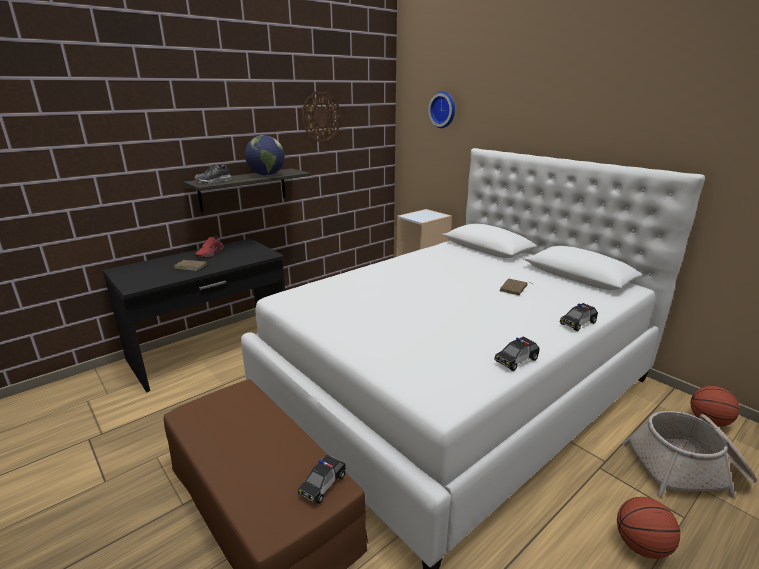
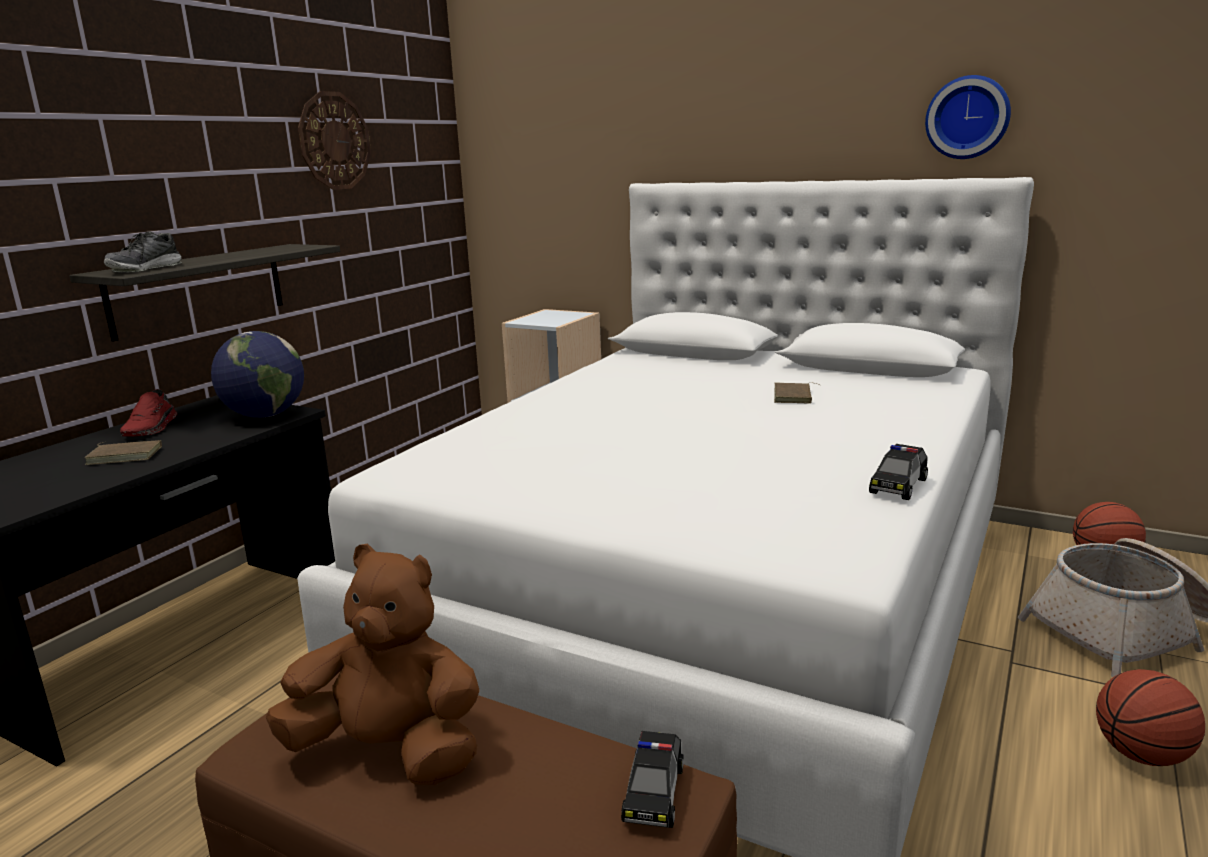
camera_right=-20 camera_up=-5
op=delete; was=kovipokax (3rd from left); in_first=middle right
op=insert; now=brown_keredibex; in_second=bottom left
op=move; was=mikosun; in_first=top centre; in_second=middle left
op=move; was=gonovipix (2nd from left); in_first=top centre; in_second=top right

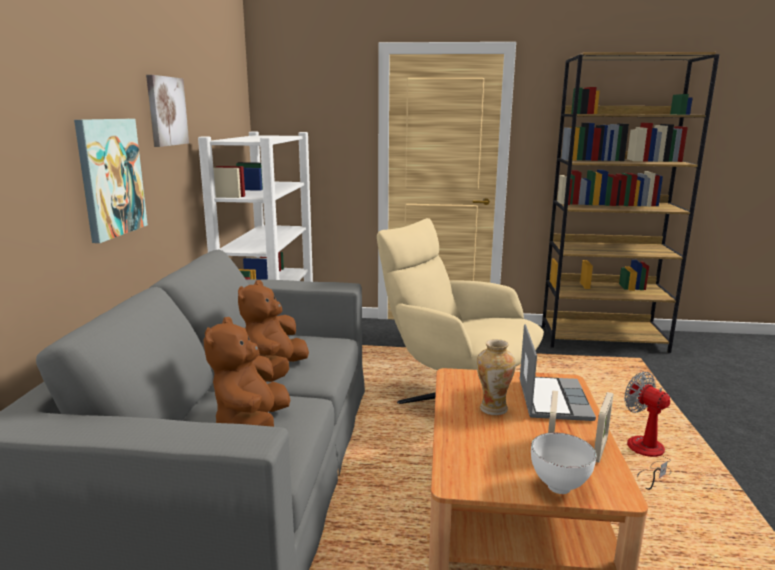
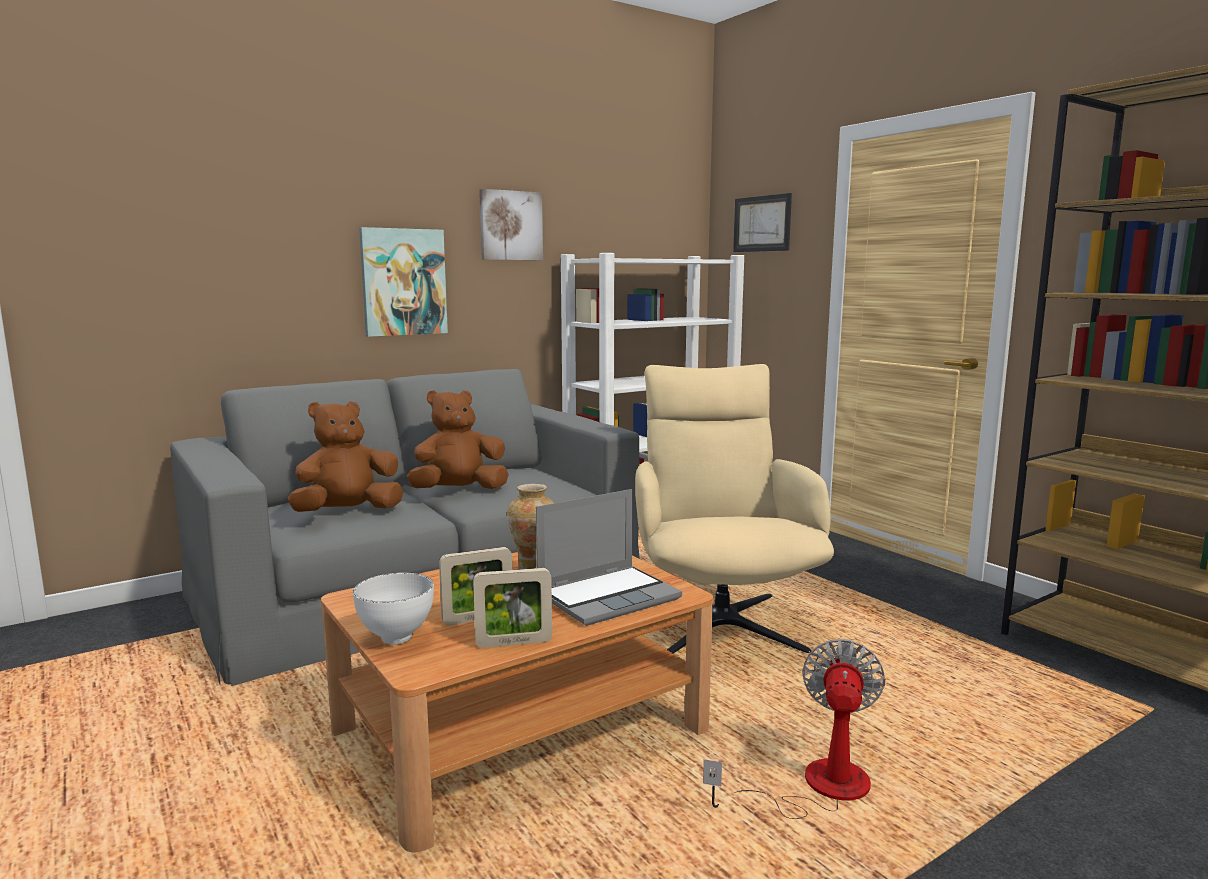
camera_right=50 camera_up=-5
op=insert; now=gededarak (3rd from left); in_second=top centre

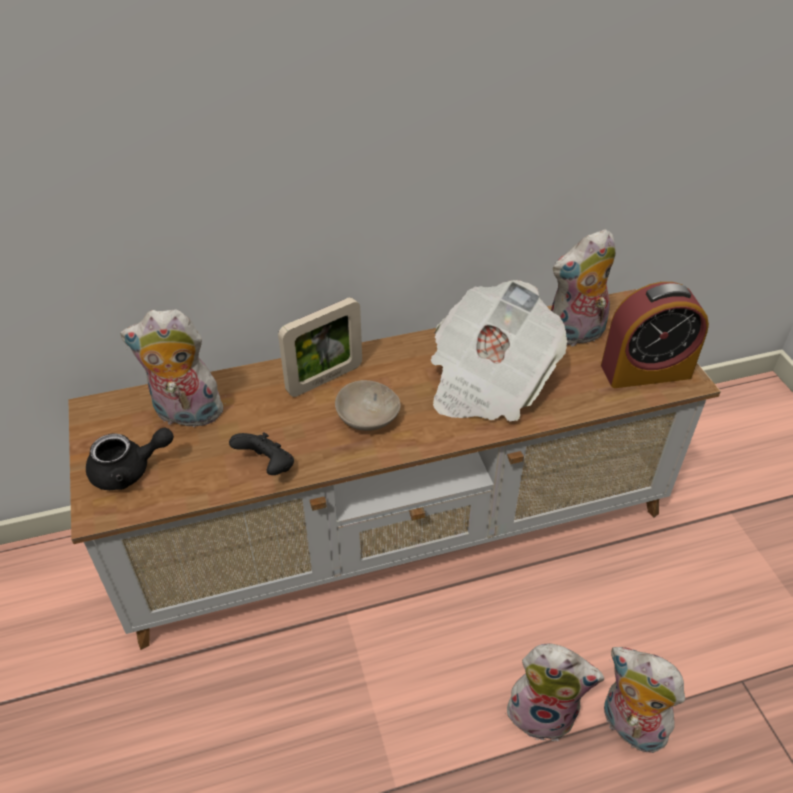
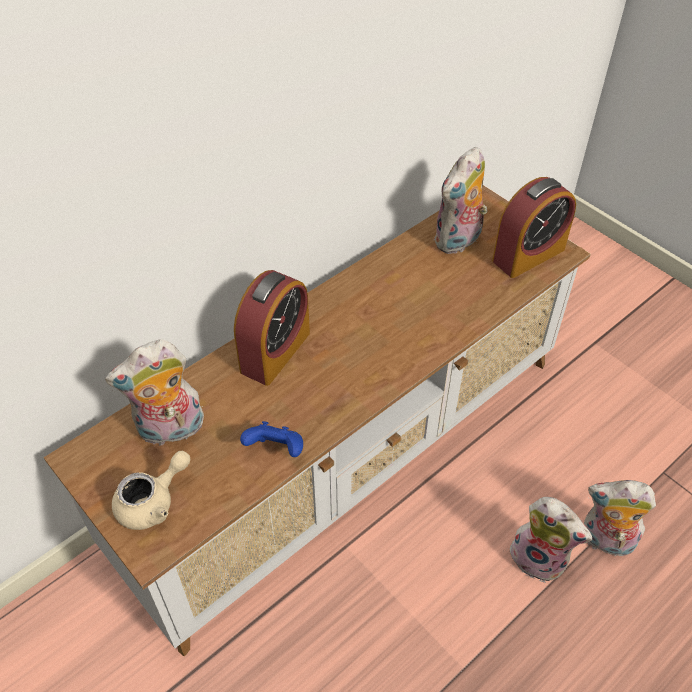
camera_right=-25 camera_up=5
op=delete; was=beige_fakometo; in_first=centre
op=delete; was=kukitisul; in_first=centre
op=replace; was=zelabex; now=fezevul (1st from left); in_first=centre; in_second=centre
op=recolor; was=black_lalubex; now=beige_lalubex; in_first=middle left; in_second=bottom left
op=recolor; was=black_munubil; now=blue_munubil; in_first=middle left; in_second=centre
op=rotate; was=keredibex (2nd from left in the first image); in_first=bottom right; in_second=bottom right; clockwise=45

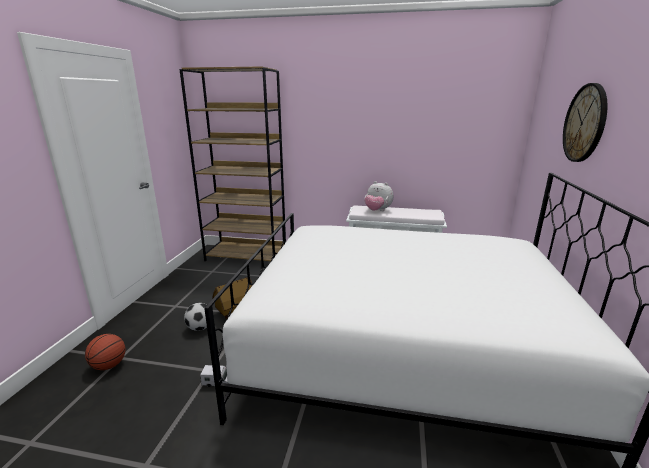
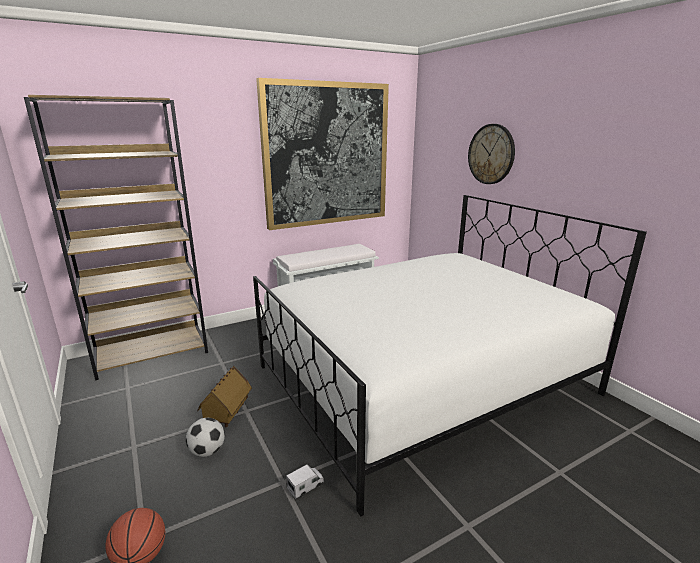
camera_right=-40 camera_up=0
op=delete; was=keredibex; in_first=centre
op=insert; now=gededarak; in_second=top centre

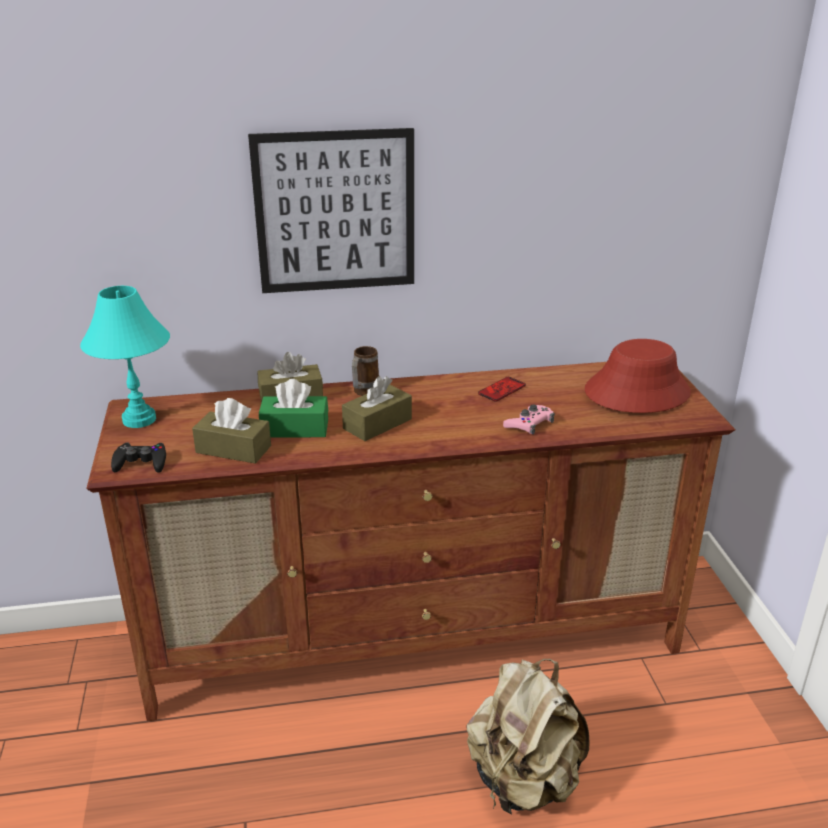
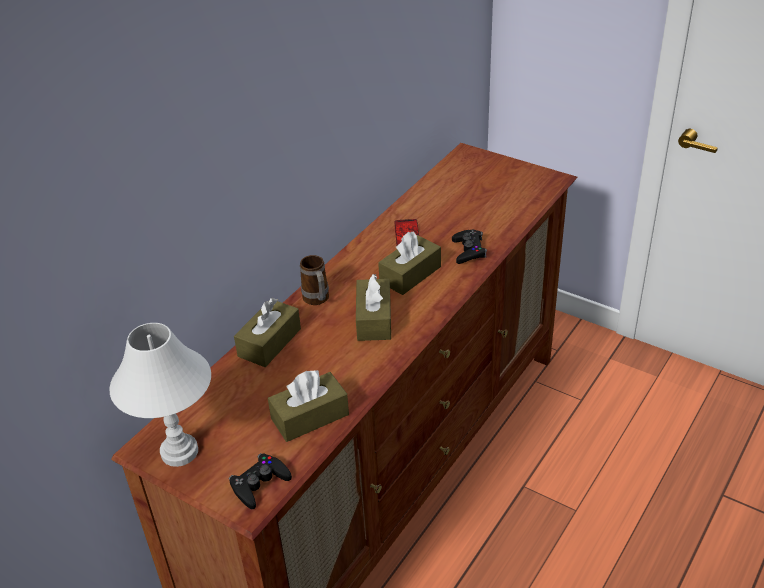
camera_right=-45 camera_up=10
op=delete; was=gededarak; in_first=top centre
op=delete; was=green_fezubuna; in_first=centre
op=delete; was=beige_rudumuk; in_first=bottom centre
op=delete; was=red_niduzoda; in_first=middle right
op=insert; now=brown_fezubuna (4th from left); in_second=centre
op=recolor; was=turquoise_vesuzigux; now=white_vesuzigux; in_first=middle left; in_second=bottom left
op=recolor; was=pink_munubil; now=black_munubil (2nd from left); in_first=centre; in_second=centre

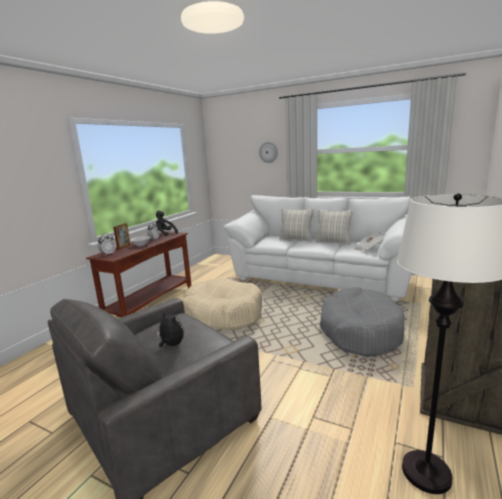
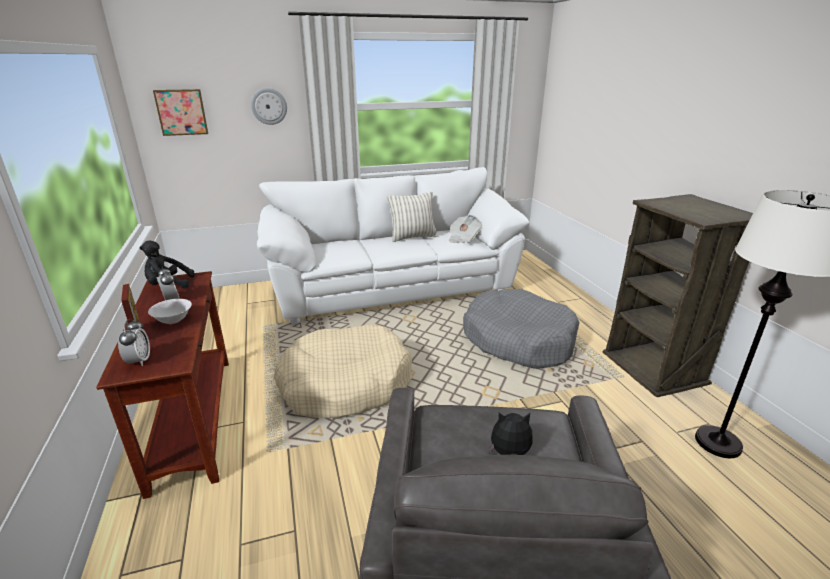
camera_right=-45 camera_up=10
op=delete; was=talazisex (1st from left); in_first=centre
op=insert; now=gededarak; in_second=top left

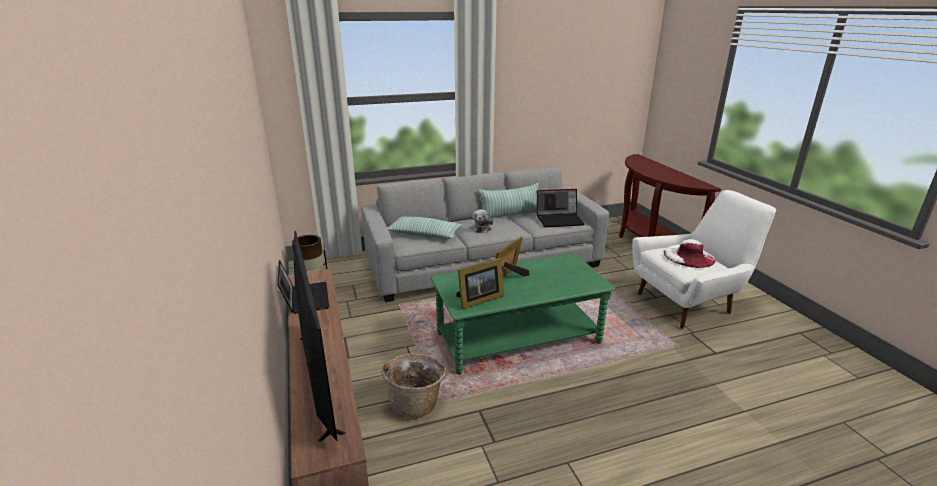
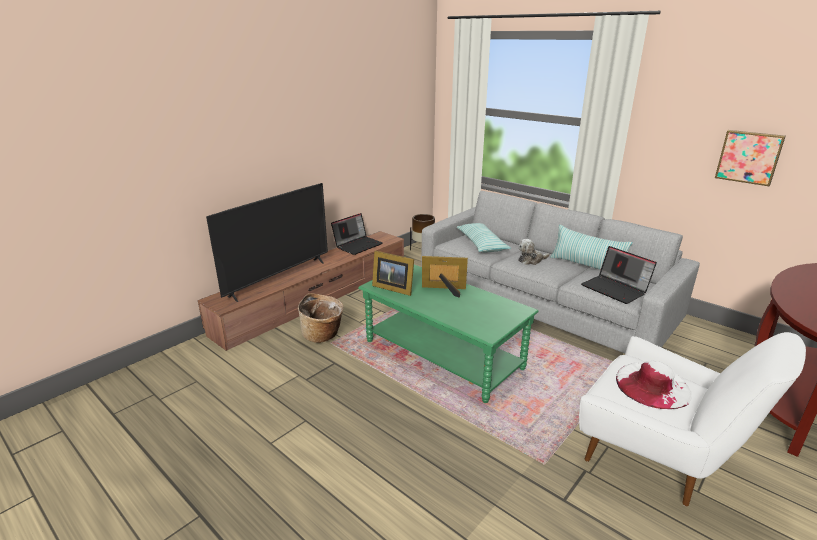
camera_right=60 camera_up=0
op=insert; now=gededarak; in_second=top right

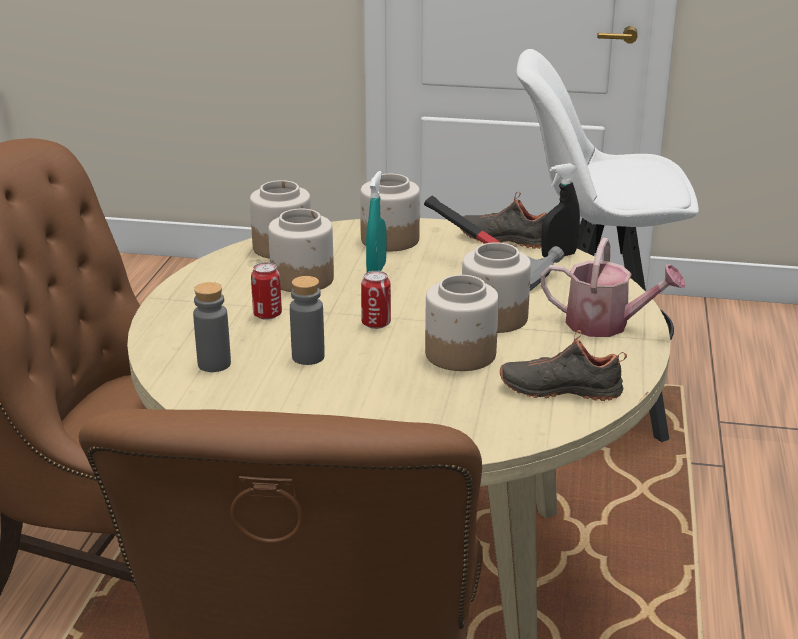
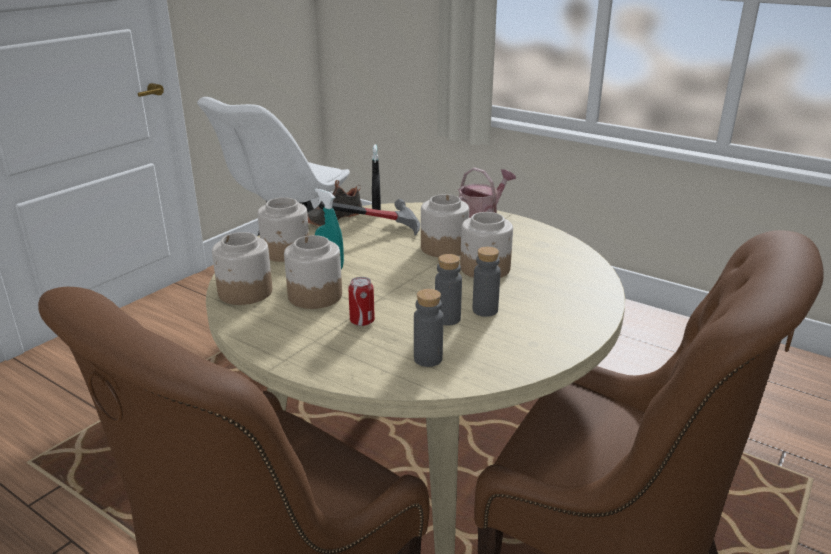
camera_right=-65 camera_up=0
op=delete; was=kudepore (2nd from left); in_first=centre
op=delete; was=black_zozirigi (2nd from left); in_first=middle right
op=insert; now=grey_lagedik (3rd from left); in_second=centre

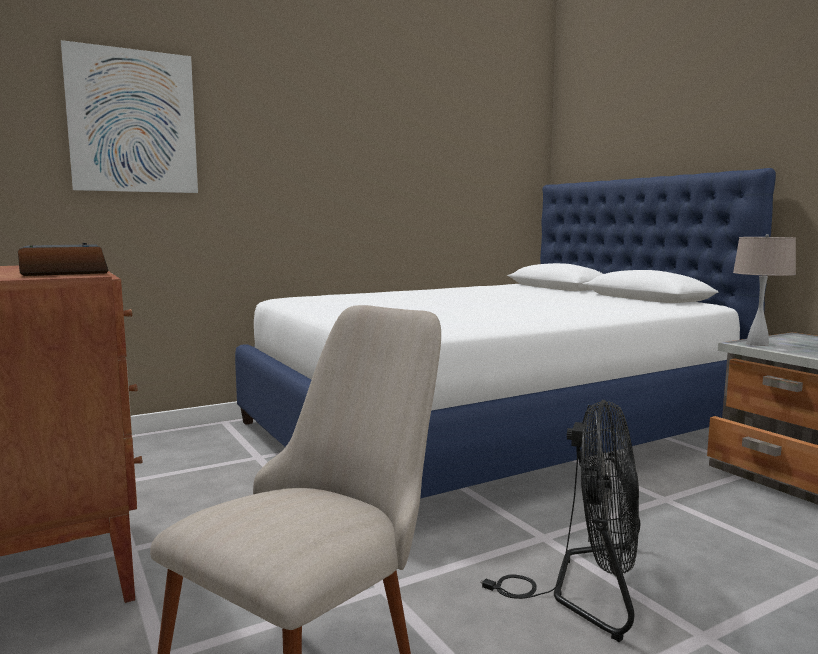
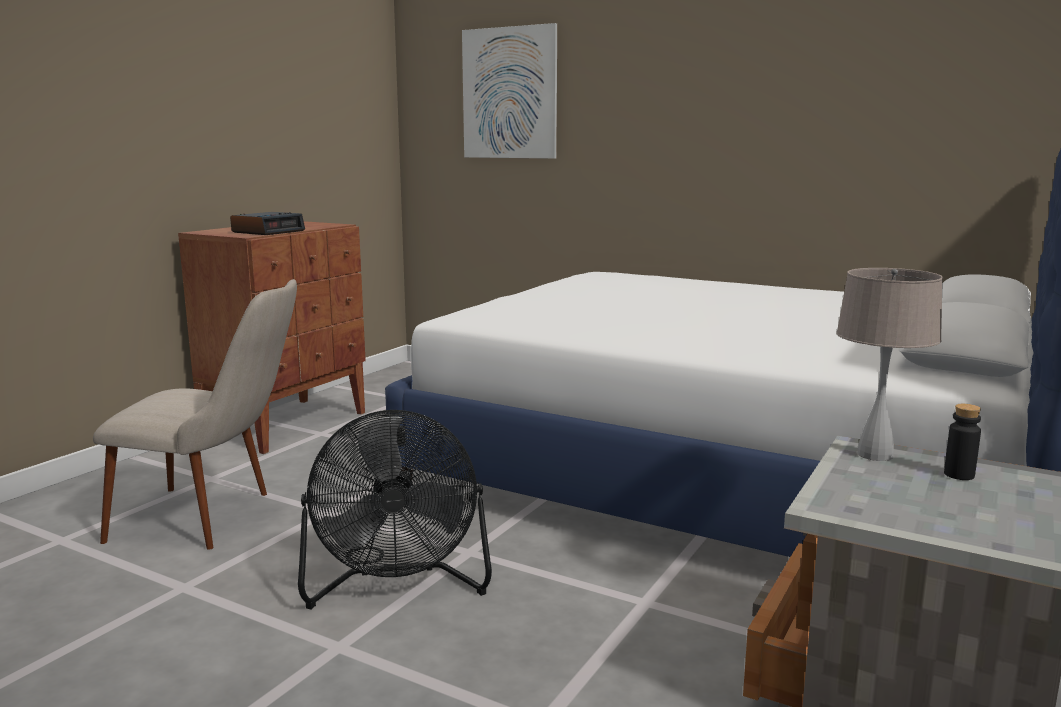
camera_right=60 camera_up=5
op=insert; now=black_lagedik; in_second=middle right

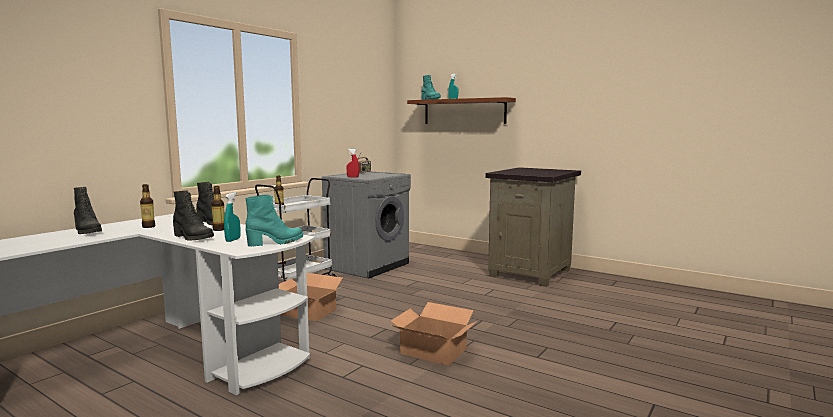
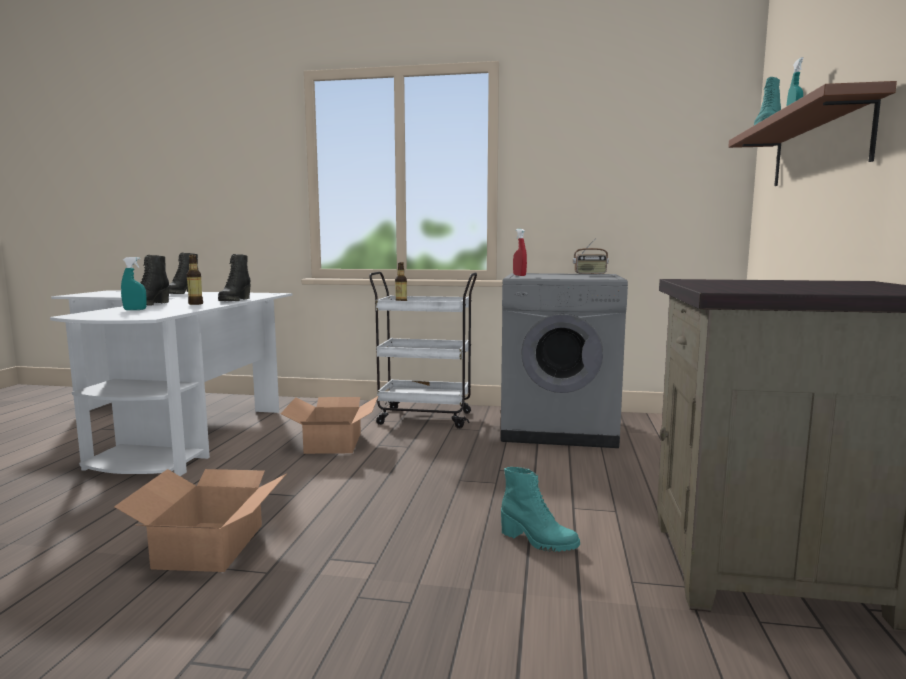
camera_right=65 camera_up=0
op=delete; was=lagedik (1st from left); in_first=middle left
op=move; was=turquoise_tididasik (1st from left); in_first=middle left; in_second=bottom centre

